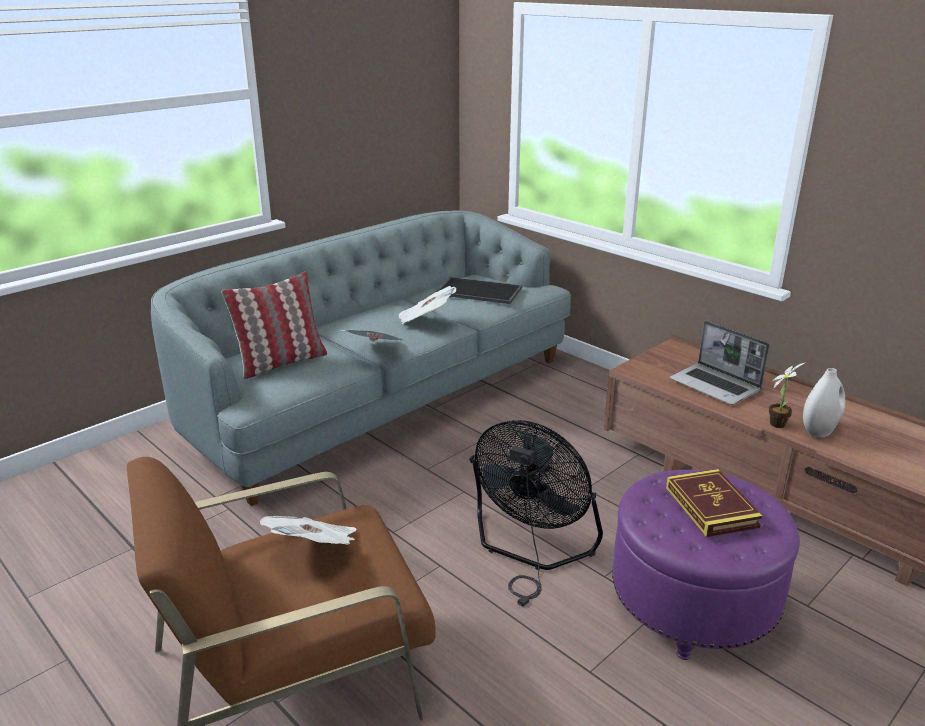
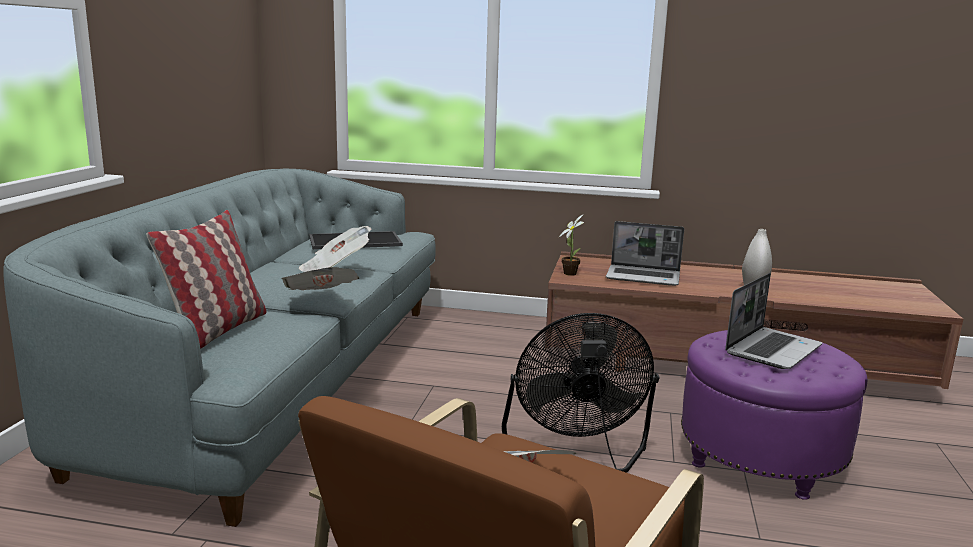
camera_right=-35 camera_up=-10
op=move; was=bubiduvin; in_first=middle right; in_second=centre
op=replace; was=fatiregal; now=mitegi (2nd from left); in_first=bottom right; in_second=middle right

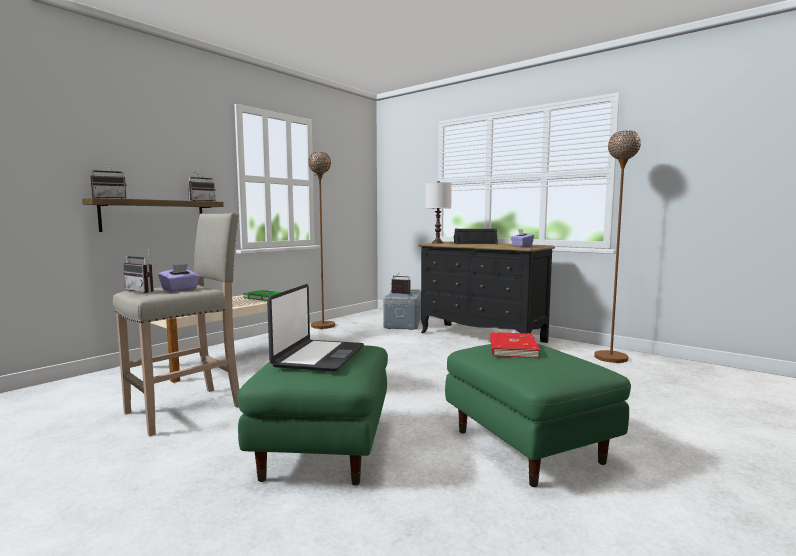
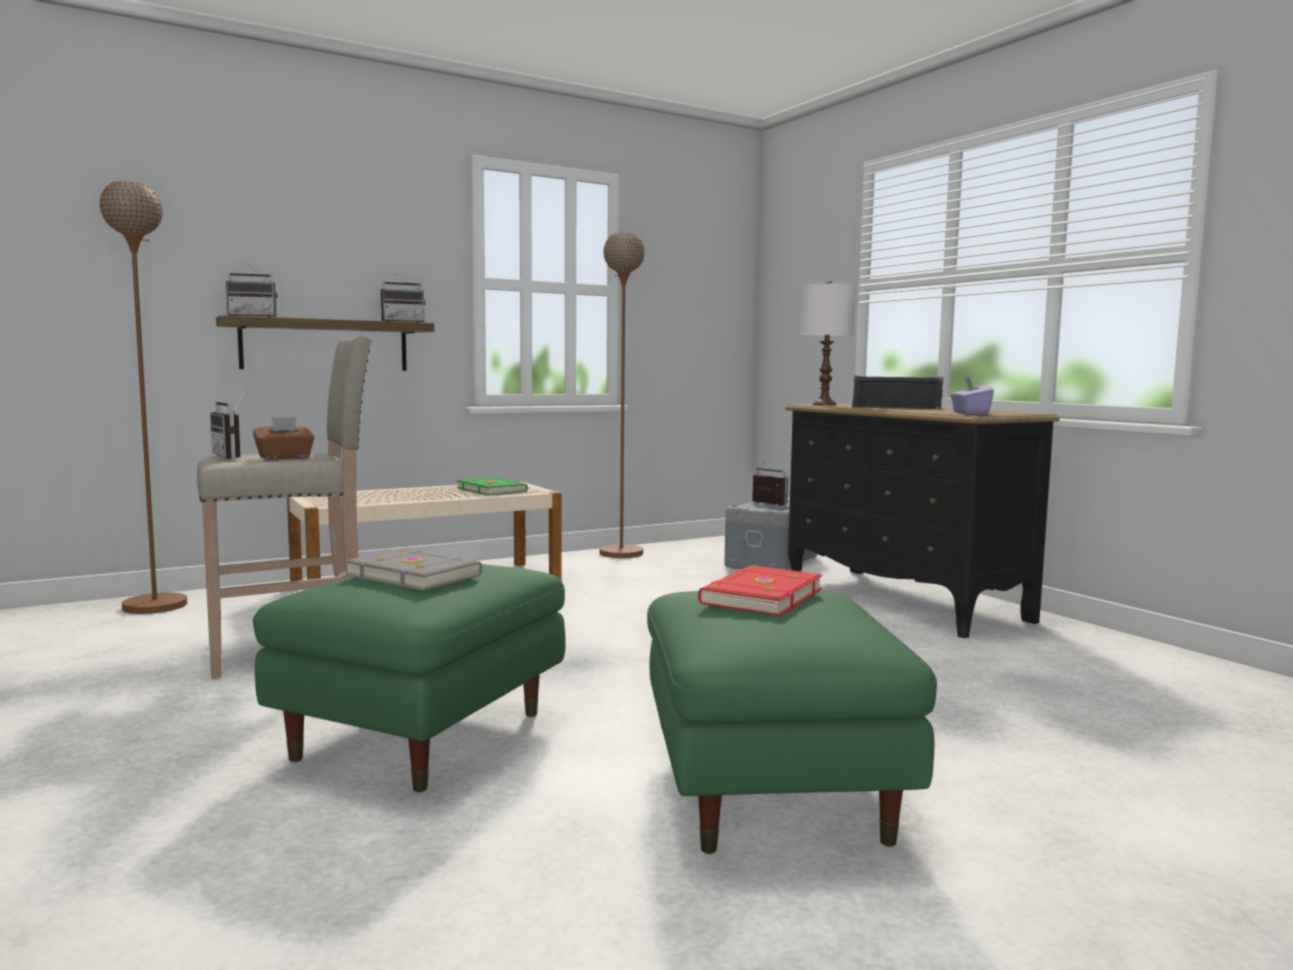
camera_right=20 camera_up=0
op=move; was=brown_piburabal (2nd from left in the first image); now=brown_piburabal (1st from left); in_first=middle right; in_second=middle left
op=replace; was=mitegi; now=grey_fatiregal; in_first=centre; in_second=middle left
op=recolor; was=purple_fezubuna (1st from left); now=brown_fezubuna; in_first=middle left; in_second=middle left

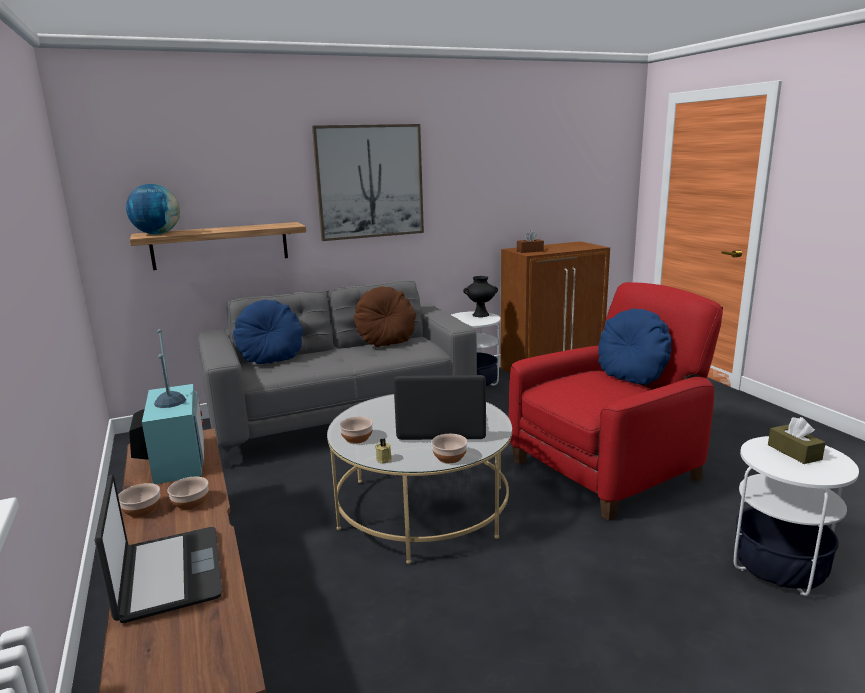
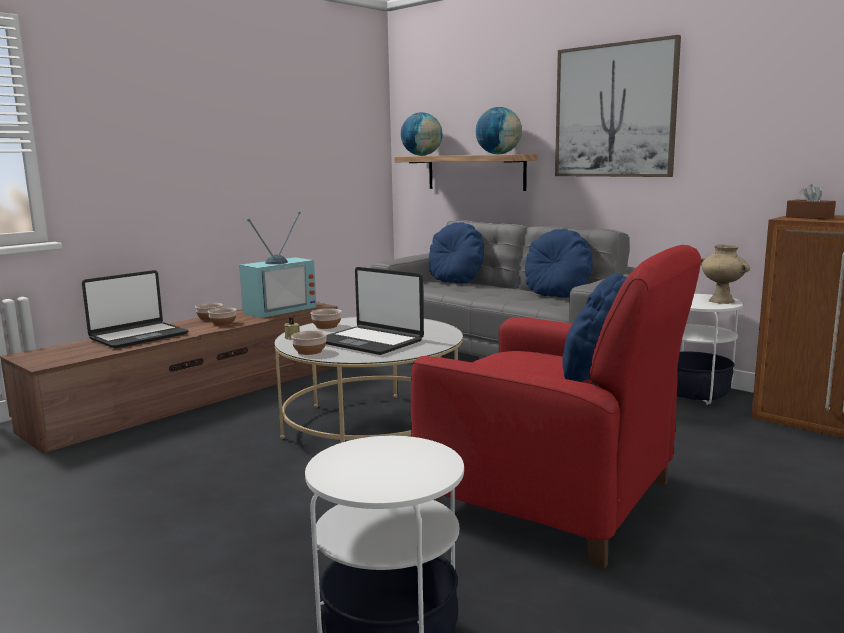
camera_right=65 camera_up=-5
op=delete; was=brown_fezubuna (2nd from left); in_first=middle right
op=insert; now=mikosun (2nd from left); in_second=top centre
op=recolor; was=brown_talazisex; now=blue_talazisex (2nd from left); in_first=centre; in_second=centre
op=recolor; was=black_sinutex; now=beige_sinutex; in_first=centre; in_second=middle right
op=rotate; was=mitegi (2nd from left); in_first=centre; in_second=centre; clockwise=150

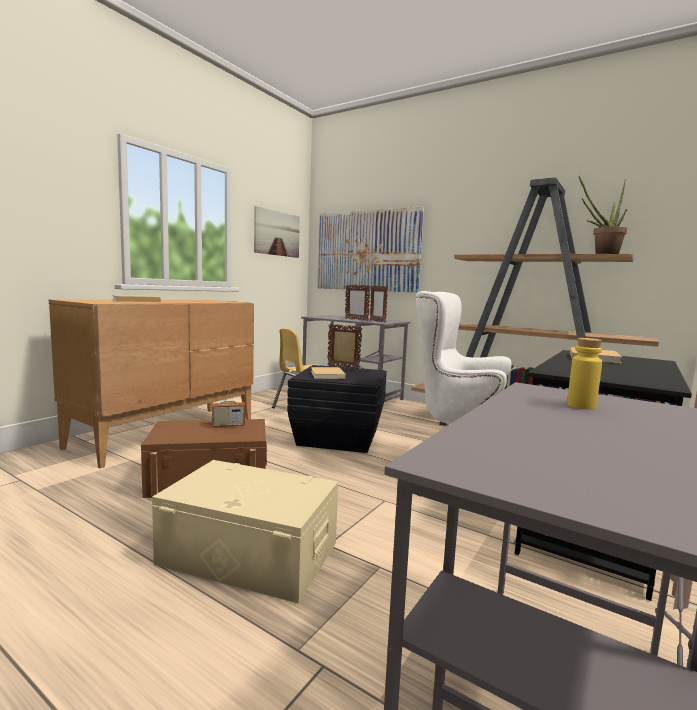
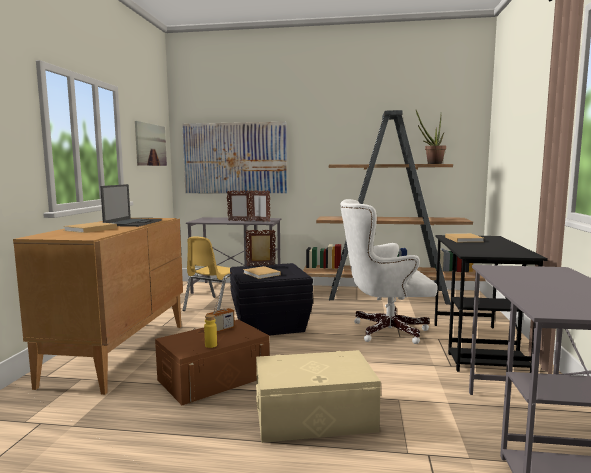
camera_right=-25 camera_up=0
op=insert; now=mitegi; in_second=middle left
op=move; was=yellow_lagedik; in_first=middle right; in_second=bottom centre

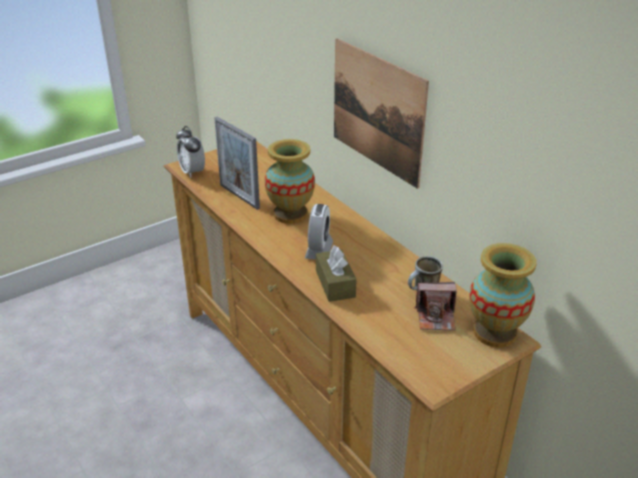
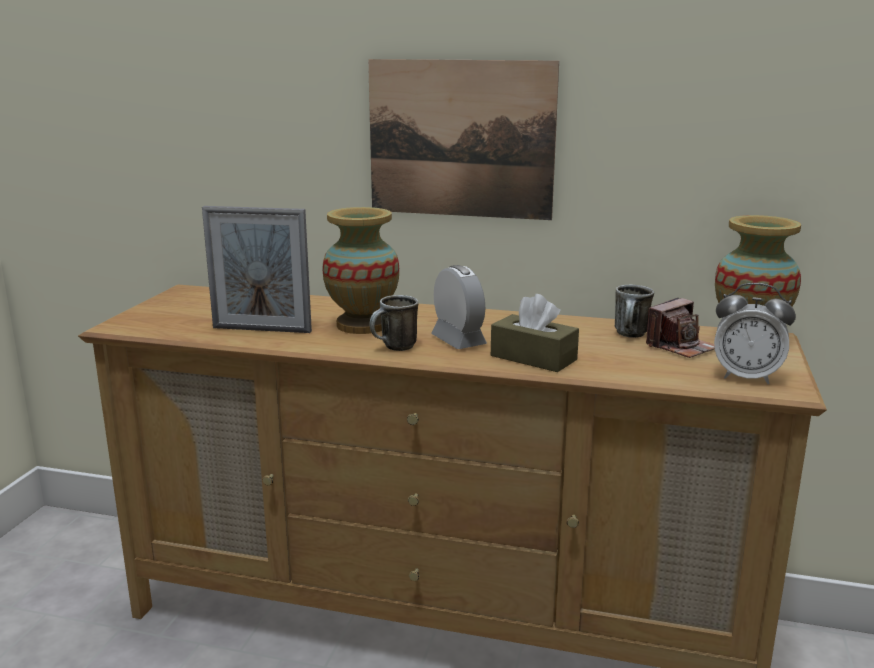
camera_right=-40 camera_up=-15
op=insert; now=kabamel (1st from left); in_second=centre
op=move; was=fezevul (1st from left in the first image); now=fezevul (2nd from left); in_first=top left; in_second=middle right

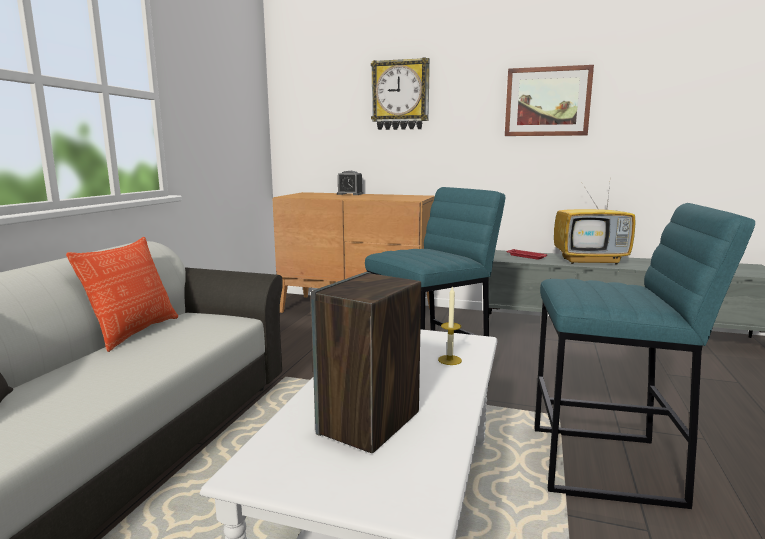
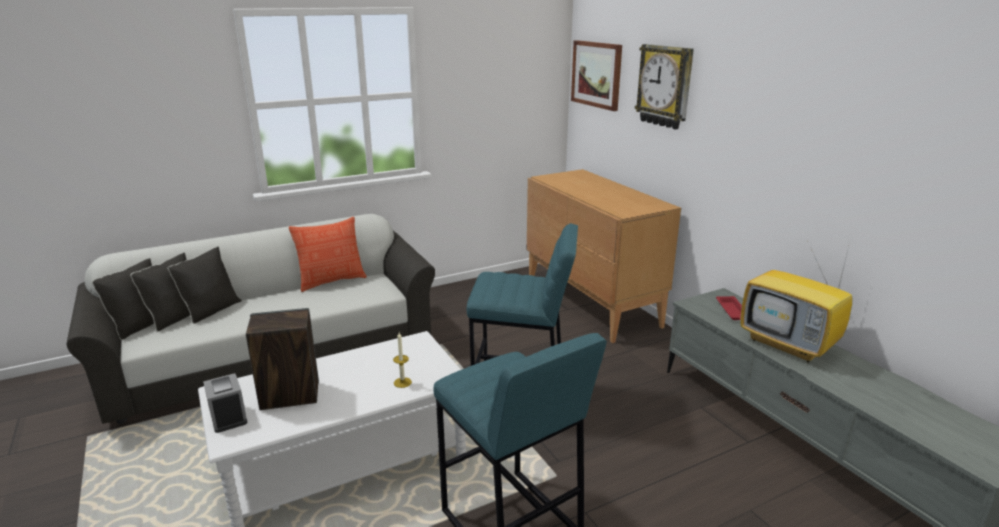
camera_right=45 camera_up=10
op=move; was=fezevul; in_first=centre; in_second=bottom left
op=move; was=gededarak; in_first=top right; in_second=top centre

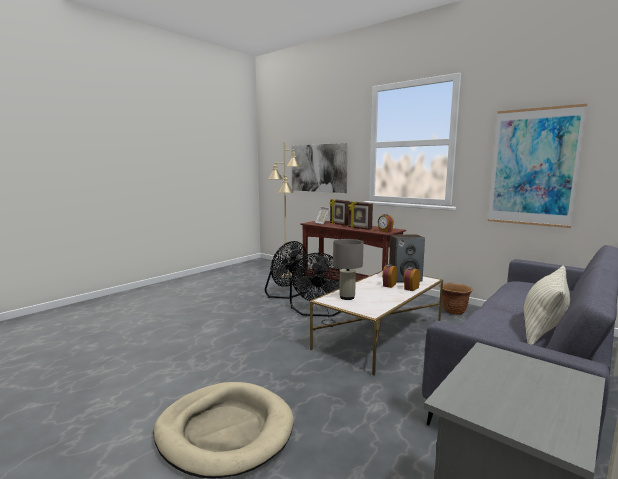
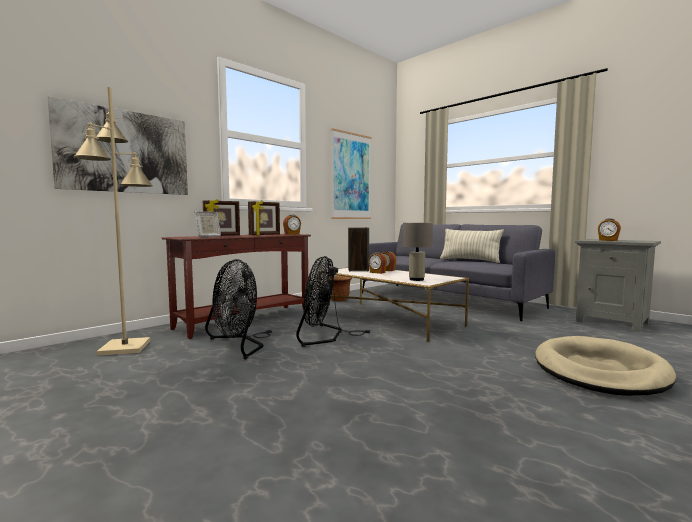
camera_right=-85 camera_up=-5
op=insert; now=fezevul (4th from left); in_second=middle right

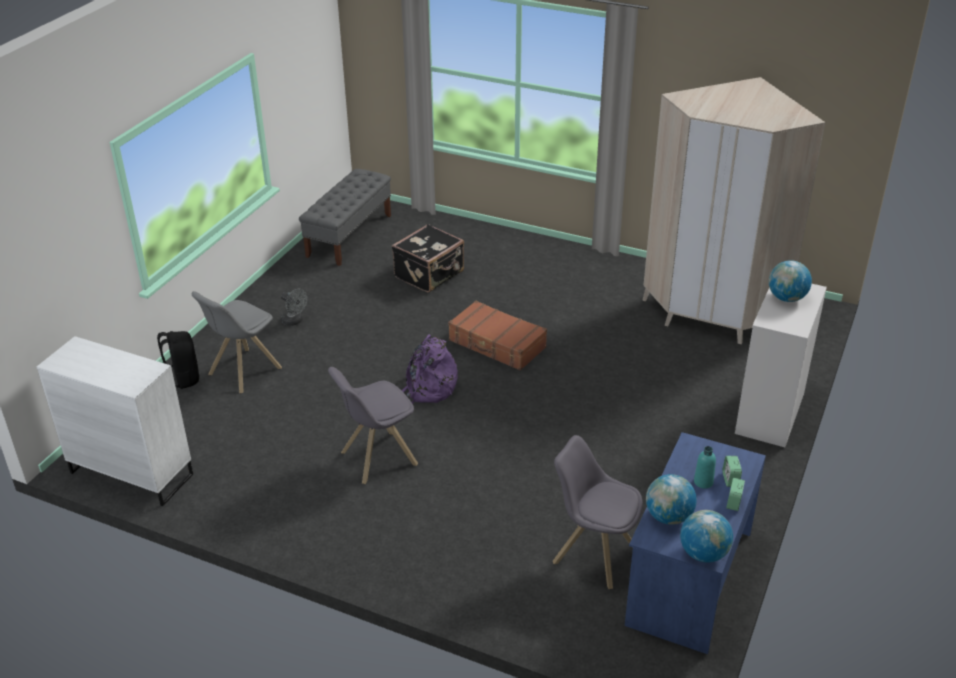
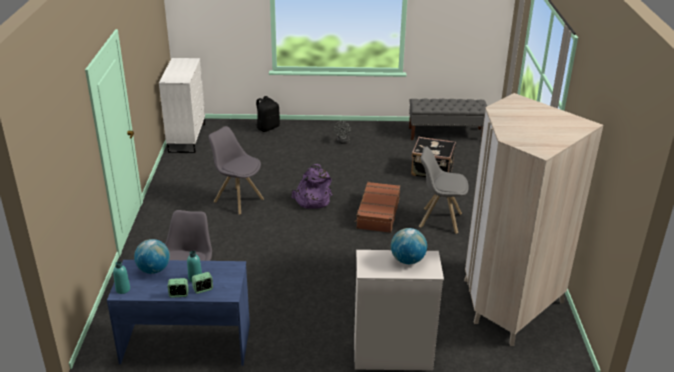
camera_right=65 camera_up=-5
op=move; was=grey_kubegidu (1st from left in the first image); now=grey_kubegidu (3rd from left); in_first=middle left; in_second=centre
op=replace; was=mikosun (2nd from left); now=turquoise_lagedik (1st from left); in_first=bottom right; in_second=bottom left

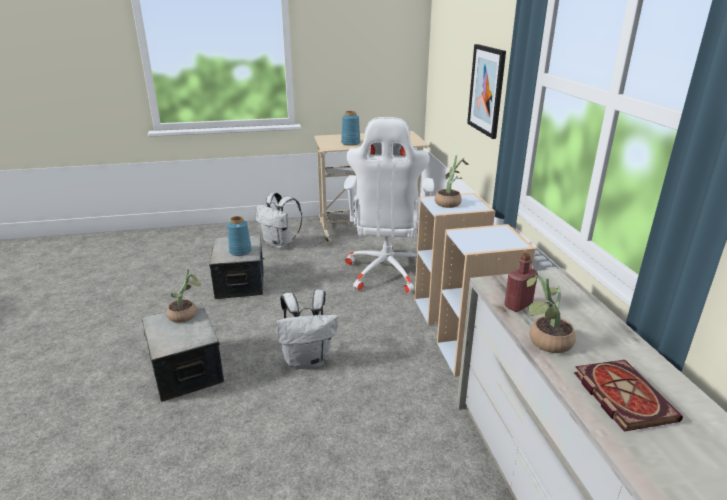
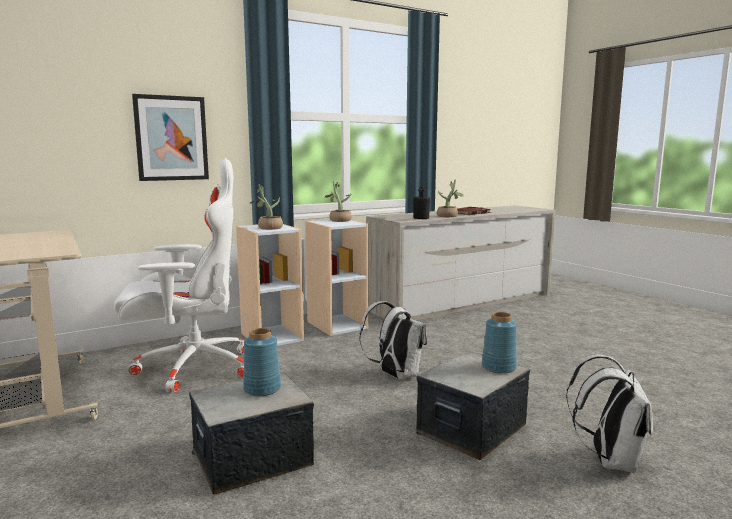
camera_right=-110 camera_up=-15
op=move; was=bubiduvin (1st from left in the first image); now=bubiduvin (2nd from left); in_first=middle left; in_second=centre
op=move; was=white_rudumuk (1st from left in the first image); now=white_rudumuk (2nd from left); in_first=centre; in_second=bottom right
op=move; was=blue_sinutex (2nd from left); in_first=top centre; in_second=middle right
op=recolor; was=red_lagedik; now=black_lagedik; in_first=middle right; in_second=centre

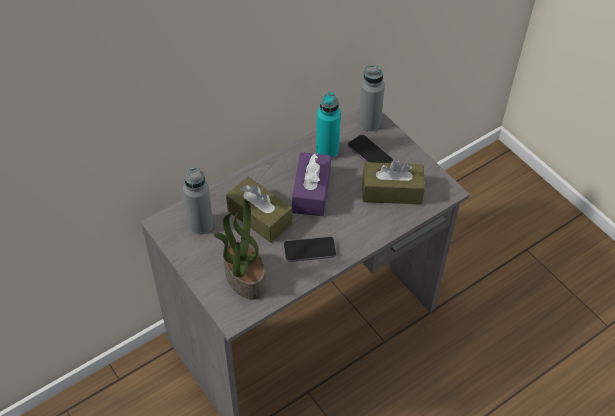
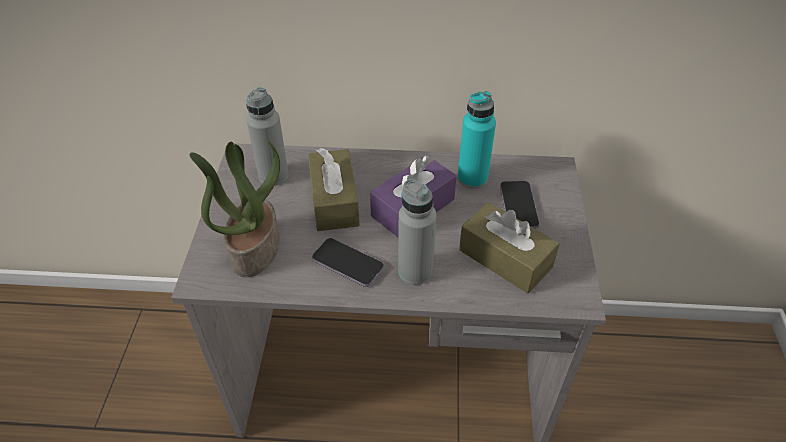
camera_right=40 camera_up=-5
op=move; was=grey_lagedik (2nd from left); in_first=top centre; in_second=centre

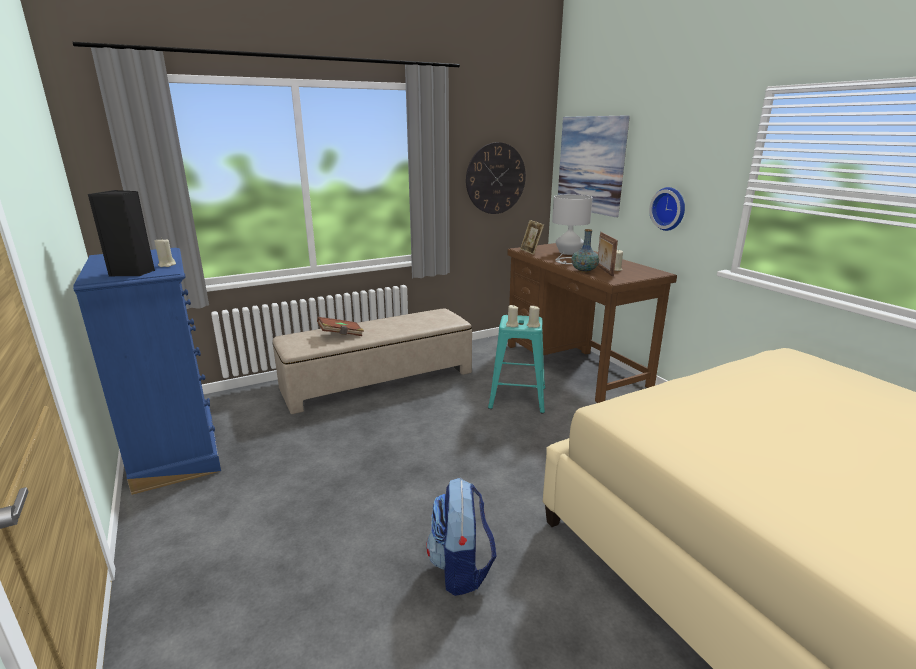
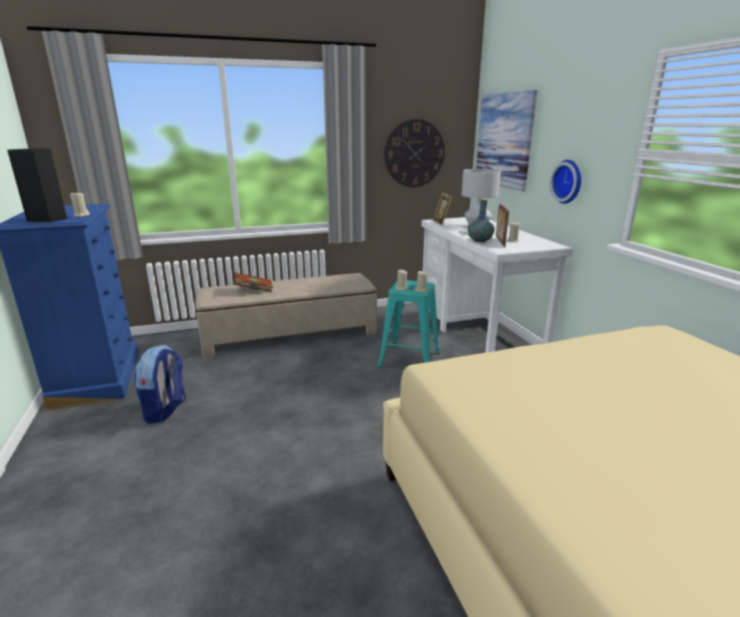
camera_right=10 camera_up=0
op=move; was=rudumuk; in_first=bottom centre; in_second=middle left
op=recolor; was=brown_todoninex; now=white_todoninex; in_first=centre; in_second=middle right

